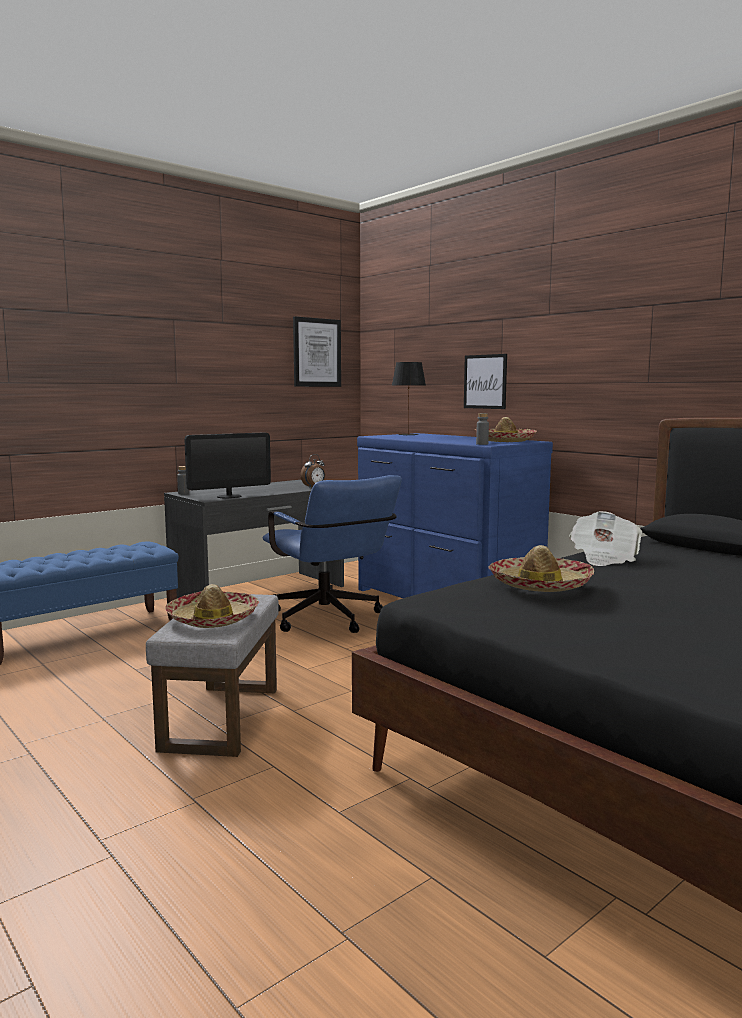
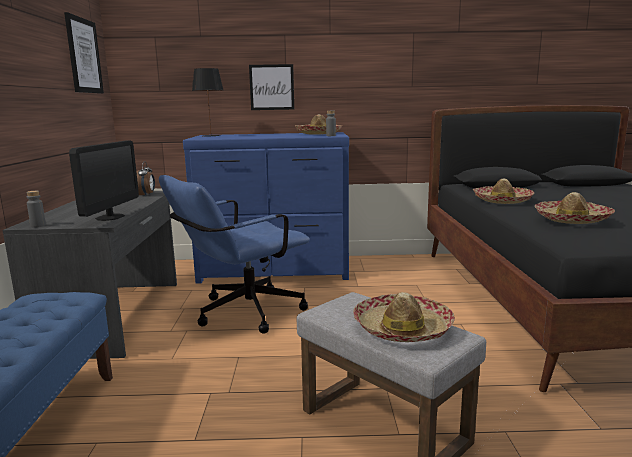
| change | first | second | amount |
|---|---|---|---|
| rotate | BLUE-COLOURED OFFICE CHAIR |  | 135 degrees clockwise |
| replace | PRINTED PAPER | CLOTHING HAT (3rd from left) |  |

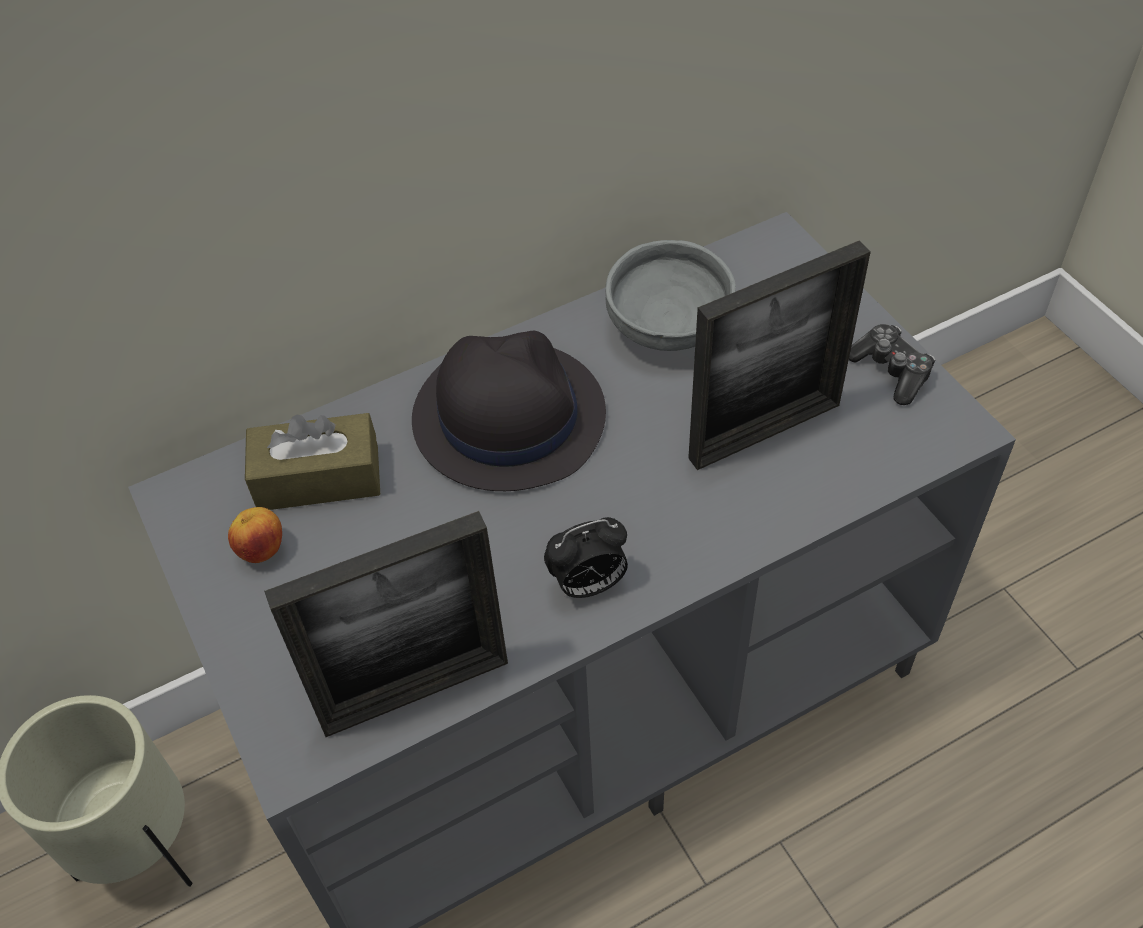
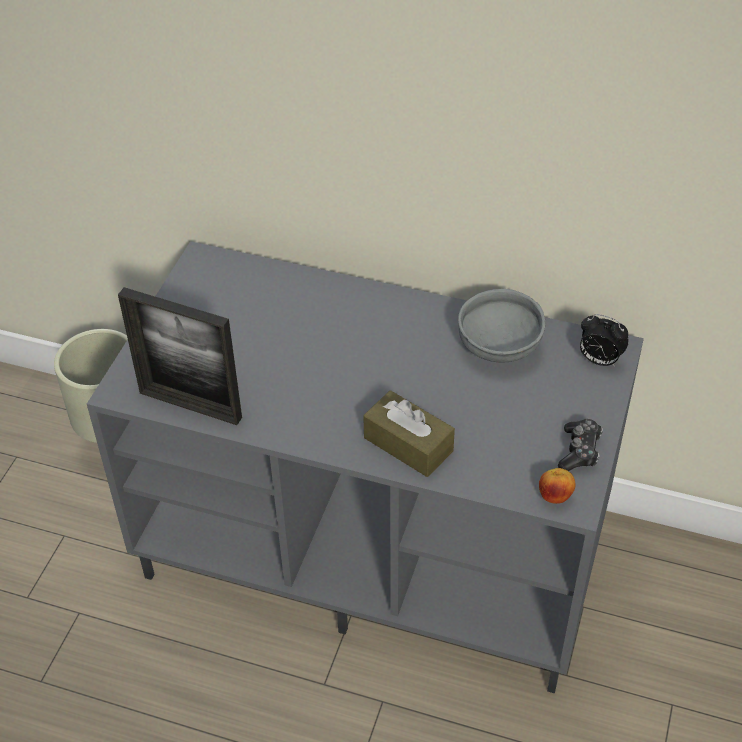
| change | first | second | amount |
|---|---|---|---|
| move | WHOLE APPLE |  |  |
| move | BROWN BOX OF TISSUES |  |  |
| delete | BLACKISH CLOTHING HAT |  |  |
| move | ALARM CLOCK |  |  |
| delete | STANDING FRAME (2nd from left) |  |  |

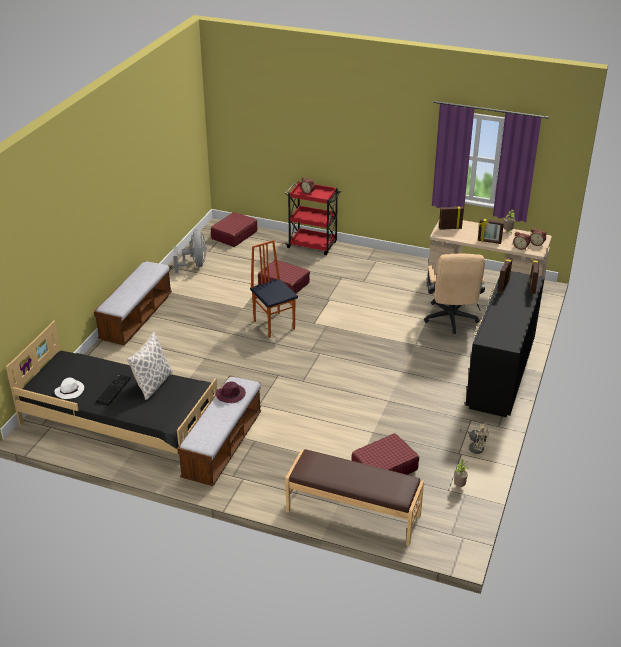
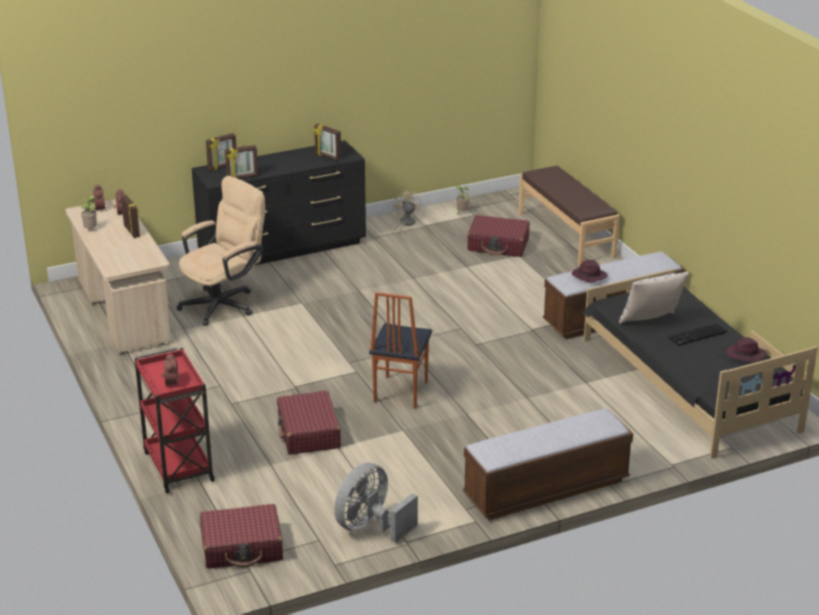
| change | first | second | amount |
|---|---|---|---|
| recolor | WHITE CLOTHING HAT | PURPLE CLOTHING HAT (2nd from left) |  |
| move | STANDING FRAME (1st from left in the first image) | STANDING FRAME (4th from left) |  |

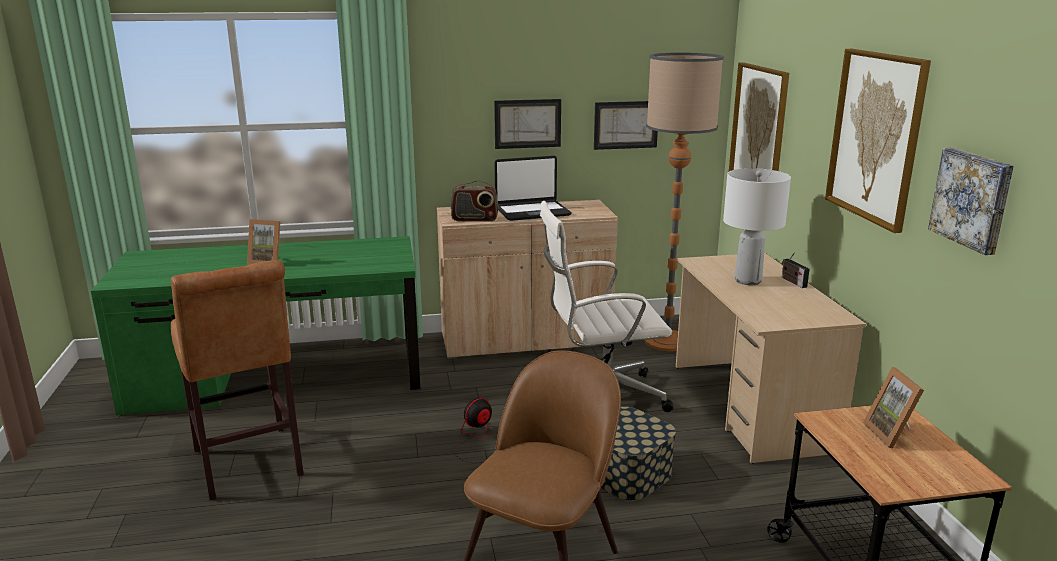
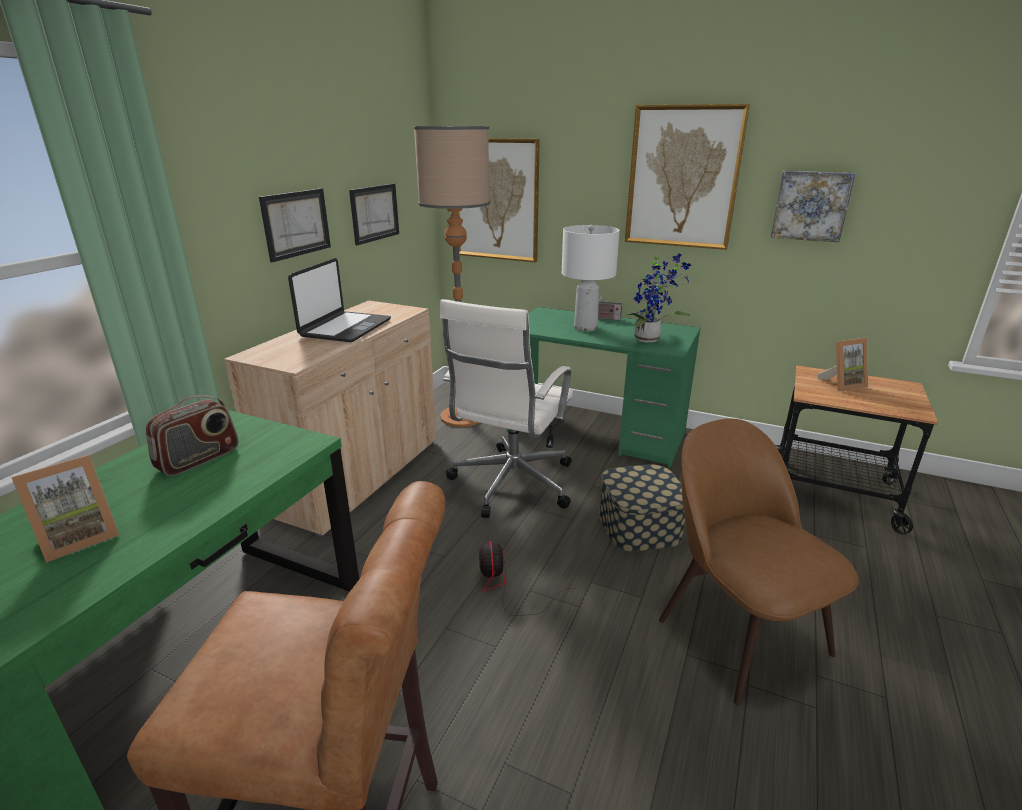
| change | first | second | amount |
|---|---|---|---|
| move | RADIO (1st from left) |  |  |
| recolor | BEIGE-COLOURED DESK TABLE | GREENISH DESK TABLE (2nd from left) |  |
| rotate | STANDING FRAME (2nd from left) |  | 45 degrees counterclockwise |
| insert |  | HOUSEPLANT |  |

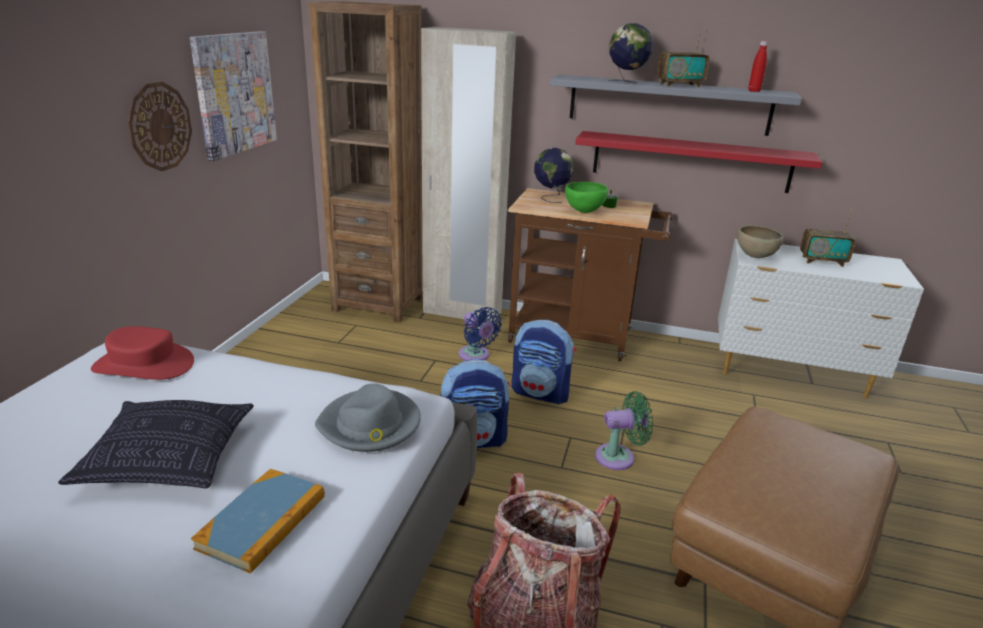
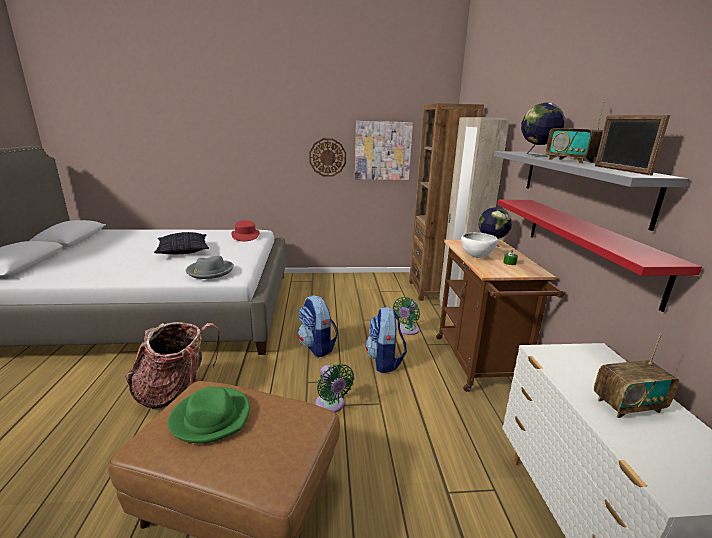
| change | first | second | amount |
|---|---|---|---|
| delete | BOUND BOOK |  |  |
| recolor | BLUE-COLOURED FAN | GREENISH FAN (2nd from left) |  |
| recolor | GREENISH SERVING BOWL | WHITE SERVING BOWL |  |
| delete | BROWN SERVING BOWL |  |  |
| replace | RED BOTTLE | STANDING FRAME |  |
| rotate | RADIO (2nd from left) |  | 90 degrees counterclockwise |
| insert |  | GREENISH CLOTHING HAT |  |

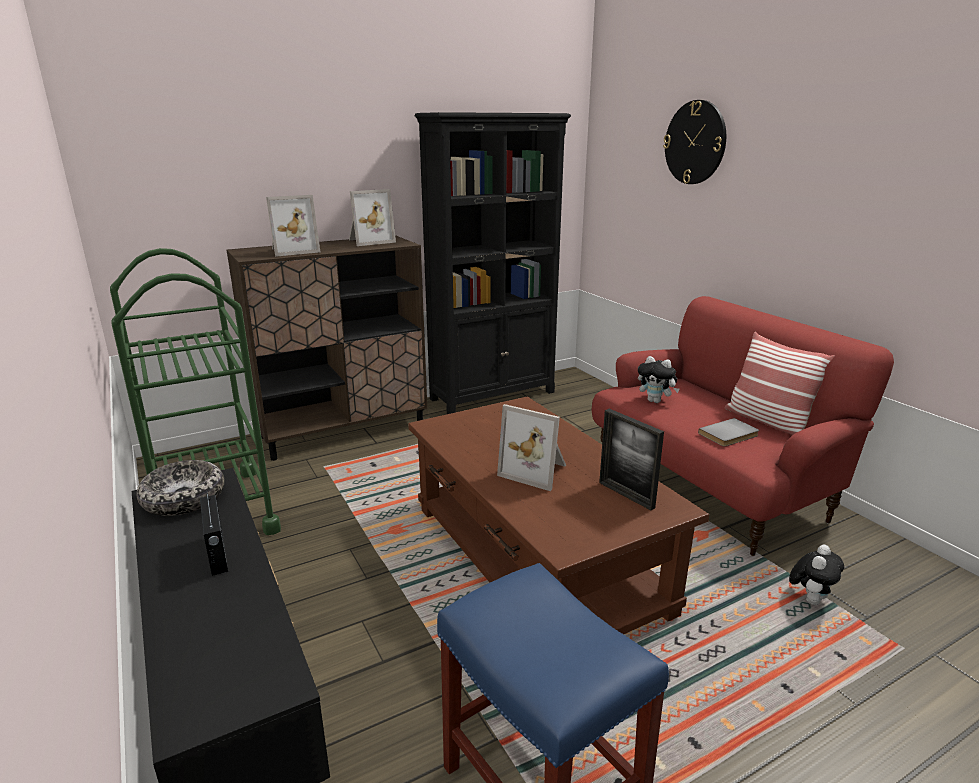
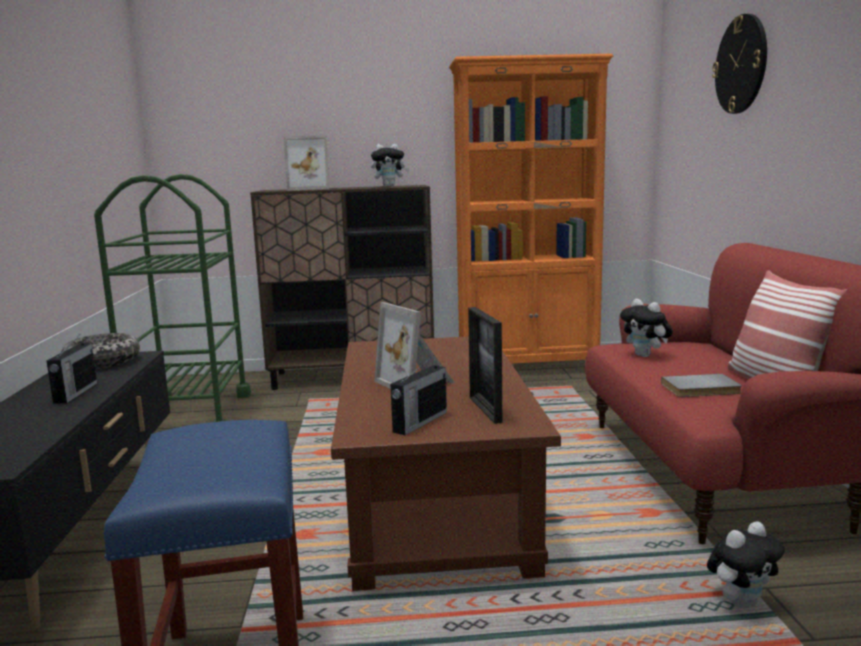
| change | first | second | amount |
|---|---|---|---|
| replace | STANDING FRAME (2nd from left) | PLUSH TOY (1st from left) |  |
| recolor | BLACKISH BOOKCASE | ORANGEY BOOKCASE |  |
| insert |  | RADIO (2nd from left) |  |

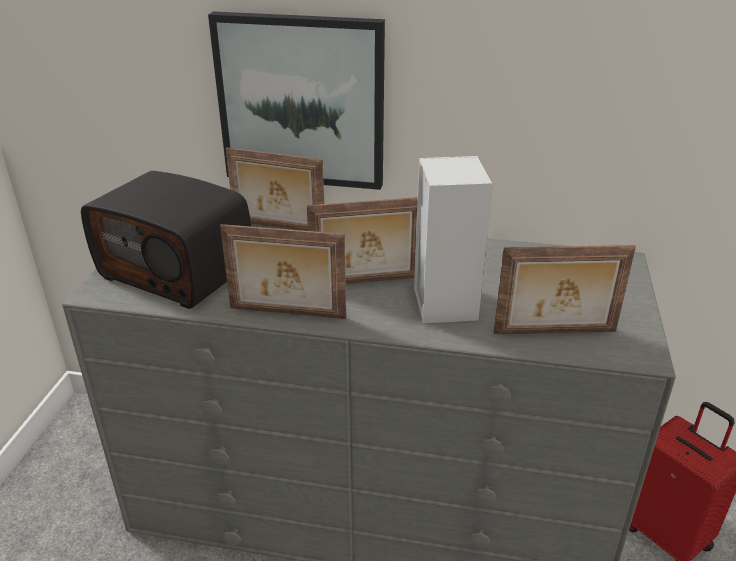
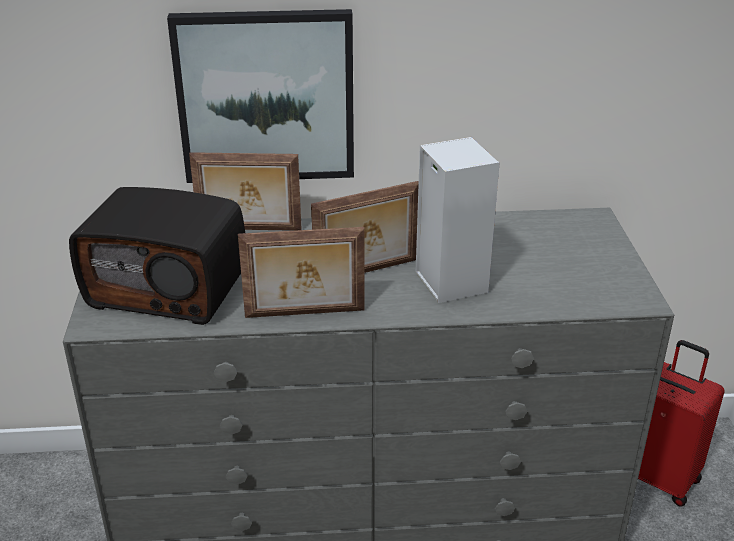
| change | first | second | amount |
|---|---|---|---|
| delete | STANDING FRAME (4th from left) |  |  |

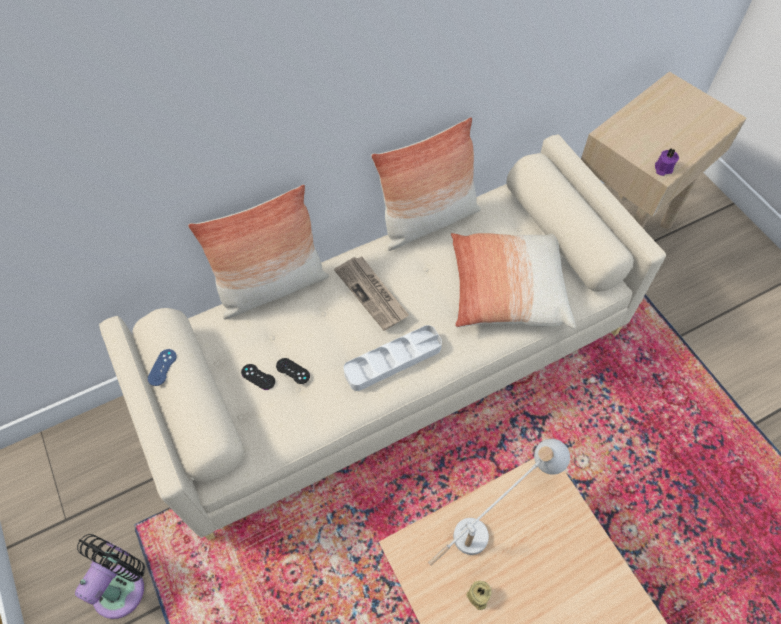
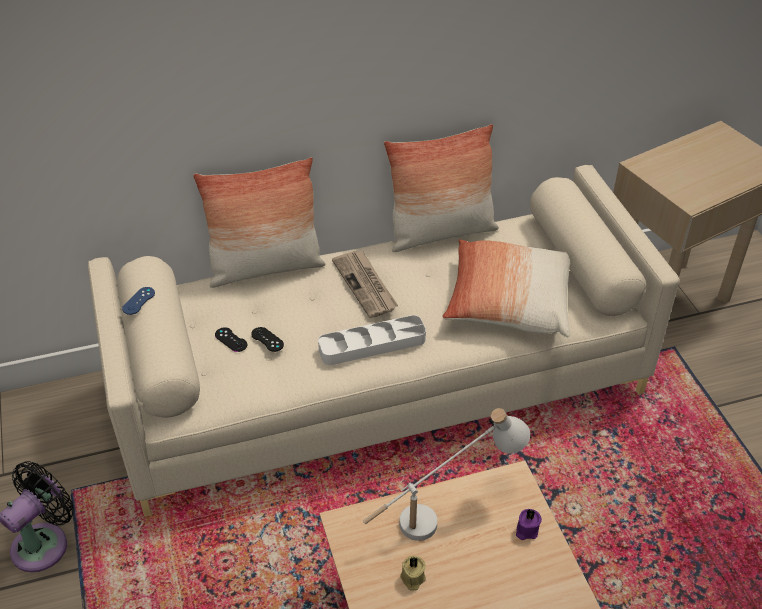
| change | first | second | amount |
|---|---|---|---|
| move | PURPLE CANDLE |  |  |

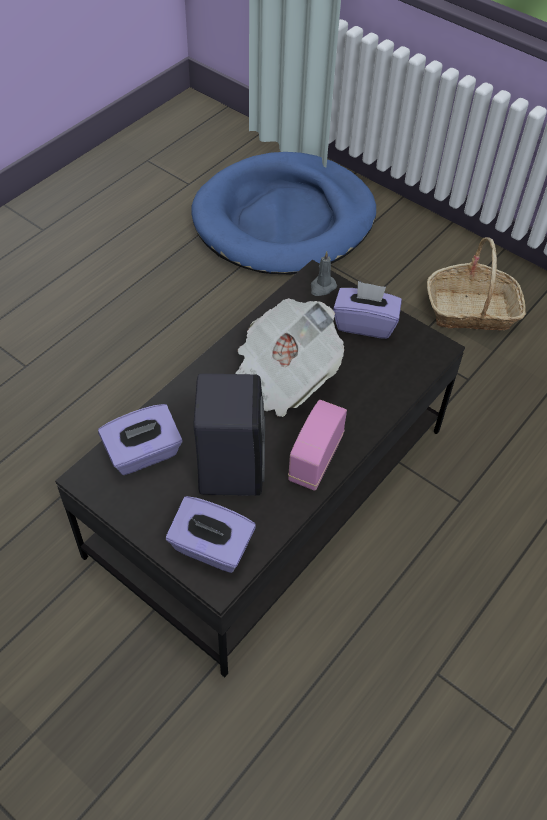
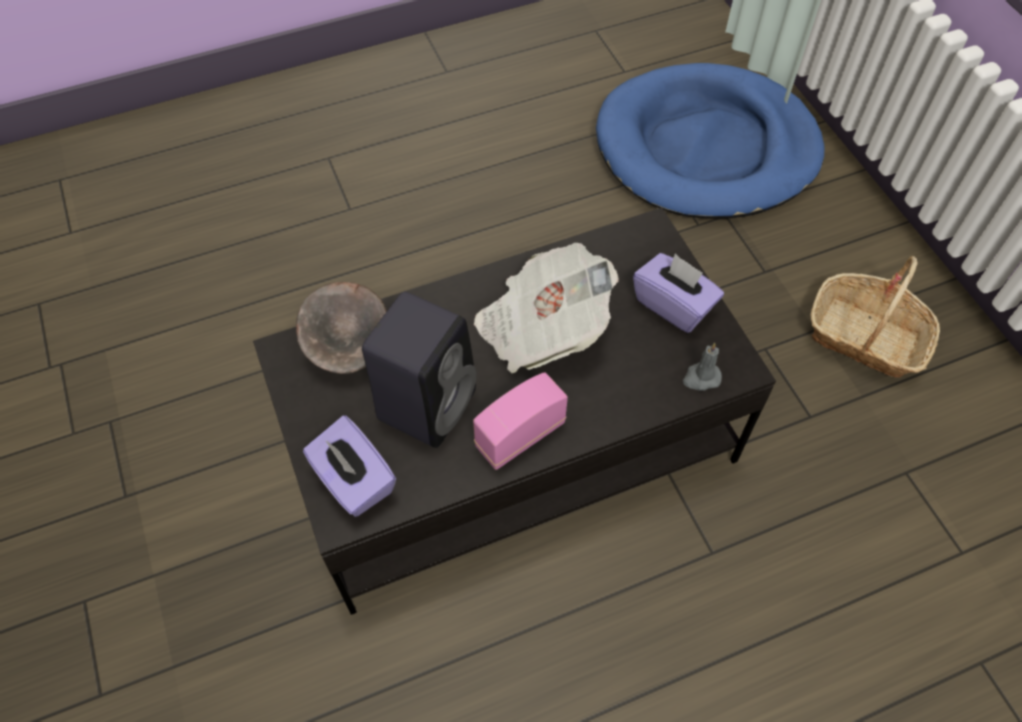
| change | first | second | amount |
|---|---|---|---|
| replace | PURPLE BOX OF TISSUES (1st from left) | GREY SERVING BOWL |  |
| move | GREY CANDLE |  |  |

